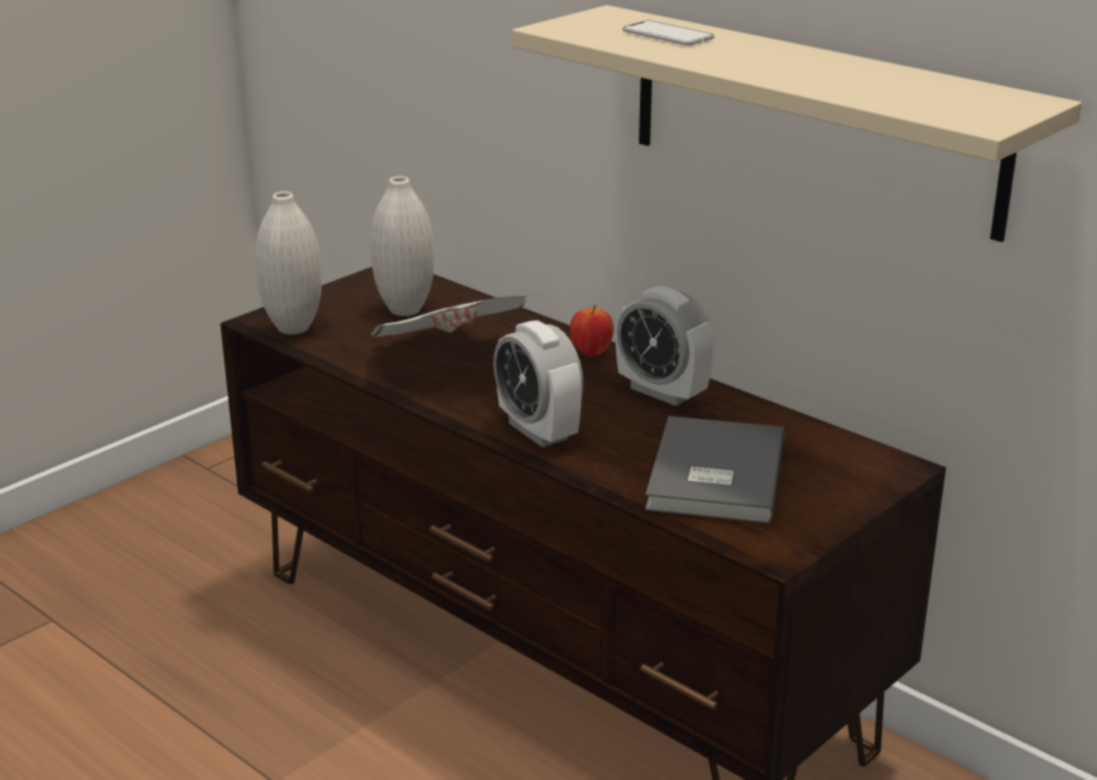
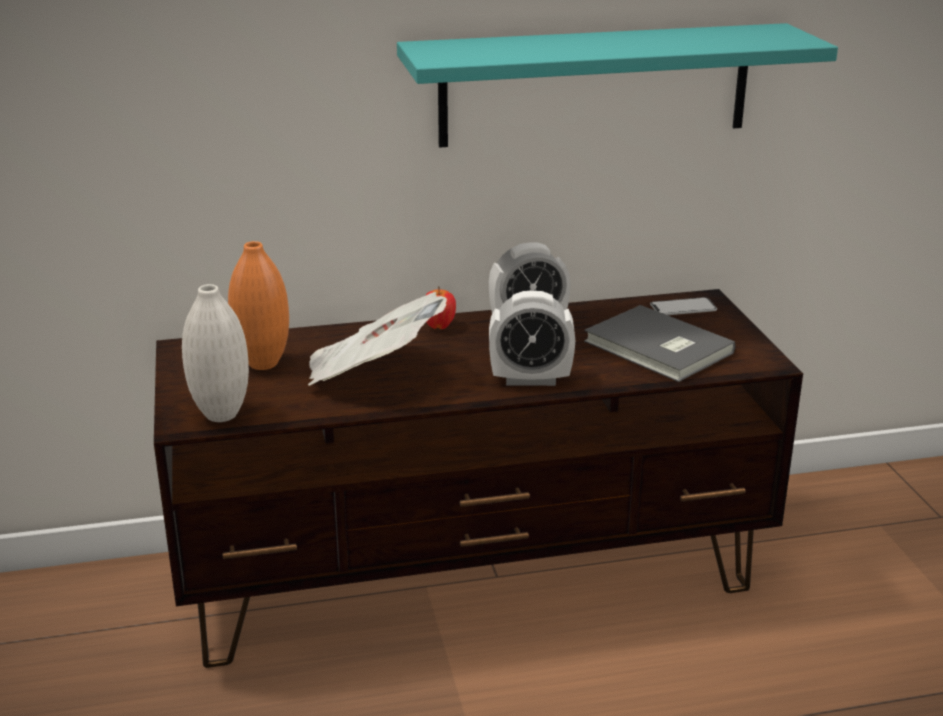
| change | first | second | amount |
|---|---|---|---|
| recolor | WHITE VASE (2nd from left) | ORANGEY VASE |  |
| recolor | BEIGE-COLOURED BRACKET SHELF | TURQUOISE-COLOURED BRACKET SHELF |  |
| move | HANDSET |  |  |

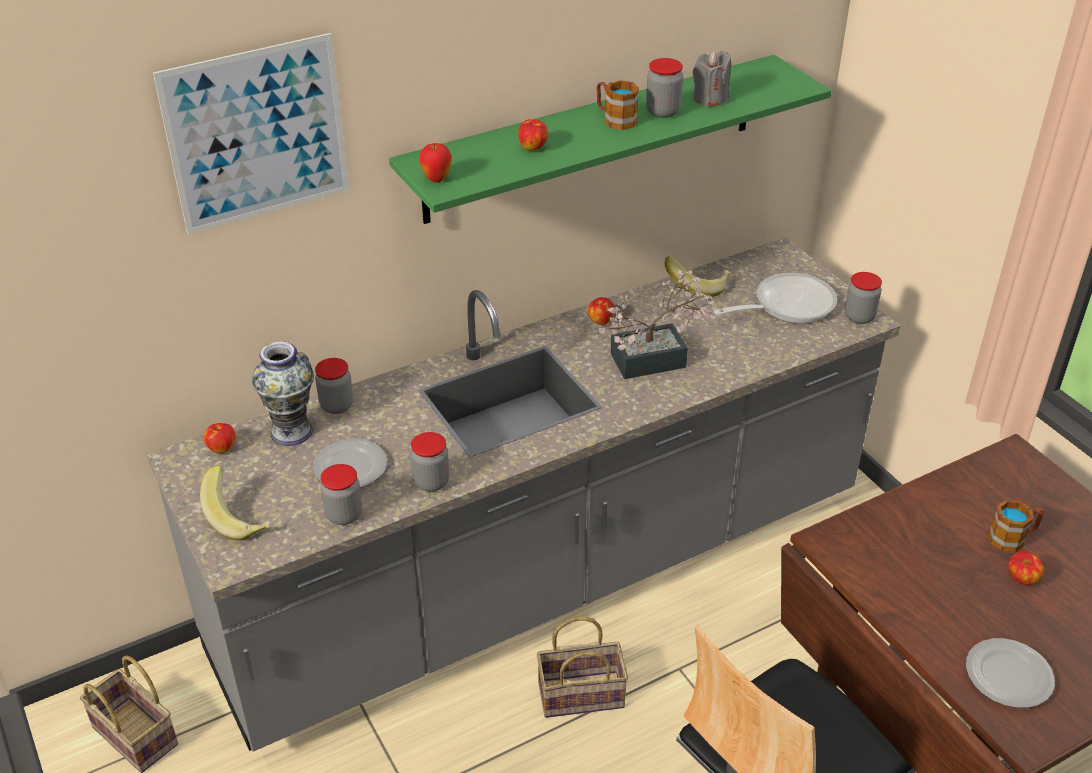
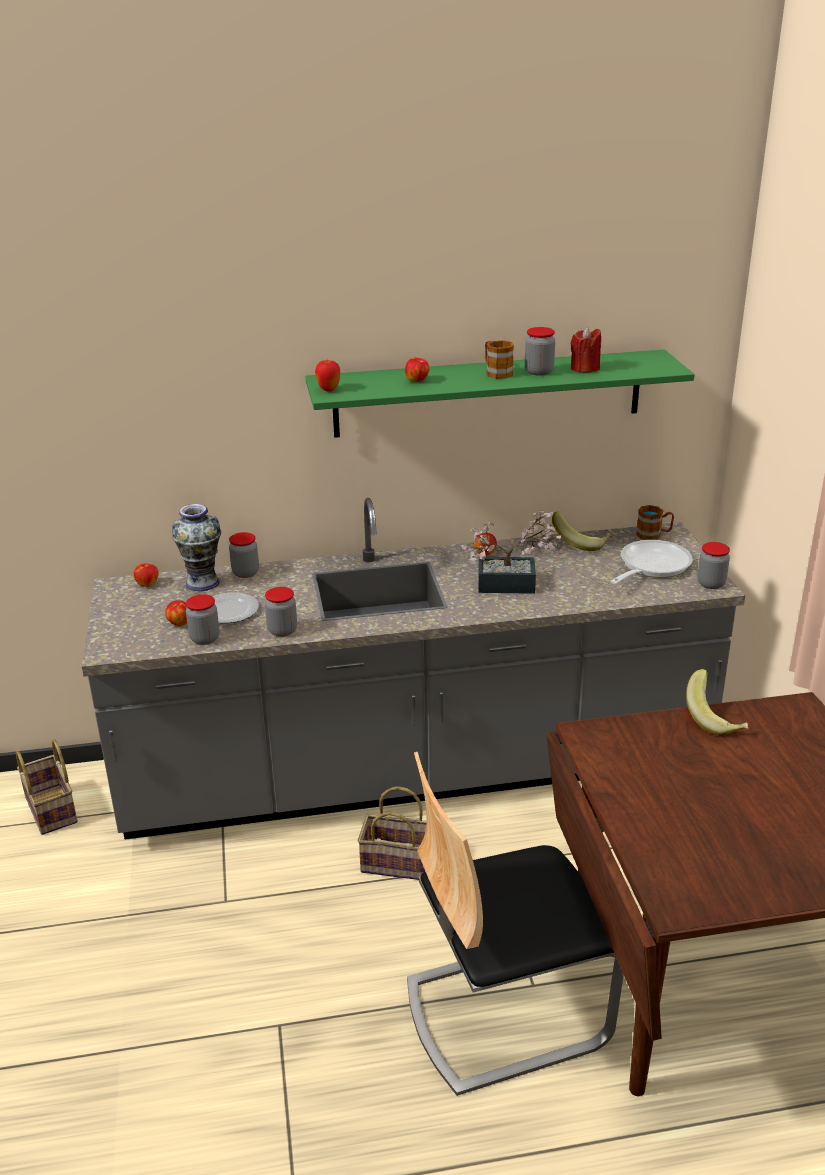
| change | first | second | amount |
|---|---|---|---|
| delete | WALL ART |  |  |
| move | WHOLE BANANA (1st from left in the first image) | WHOLE BANANA (2nd from left) |  |
| recolor | GREY CANDLE | RED CANDLE |  |
| rotate | FRYING PAN |  | 45 degrees counterclockwise |
| delete | FLAT DISH (2nd from left) |  |  |
| move | COFFEE MUG (2nd from left) |  |  |
| move | WHOLE APPLE (5th from left in the first image) | WHOLE APPLE (2nd from left) |  |

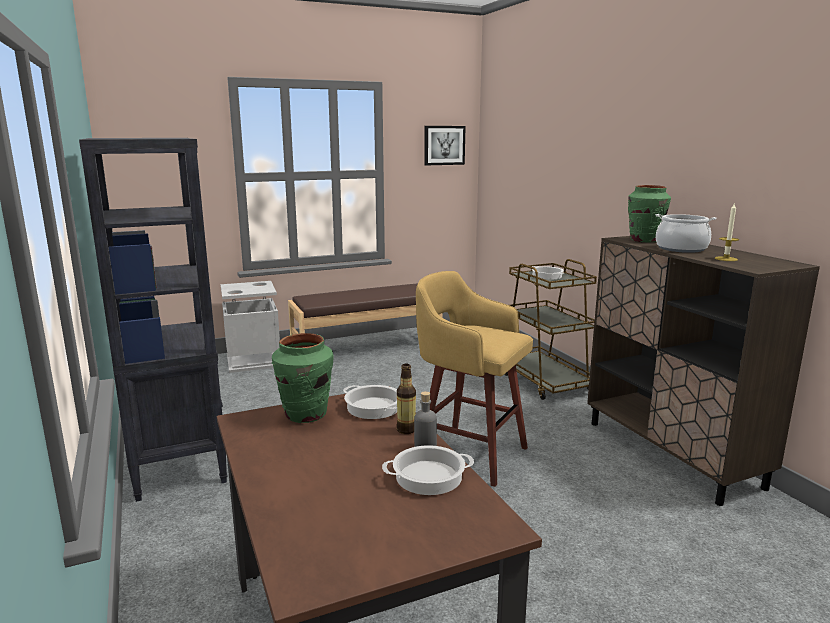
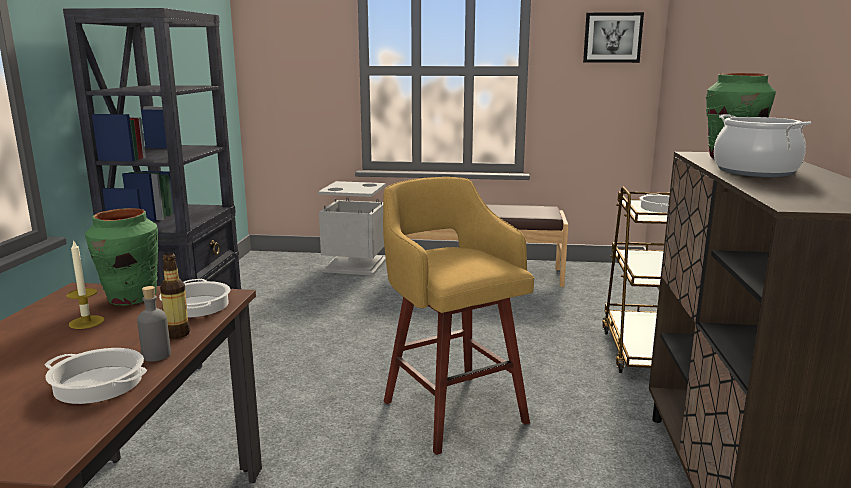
| change | first | second | amount |
|---|---|---|---|
| move | CANDLE |  |  |

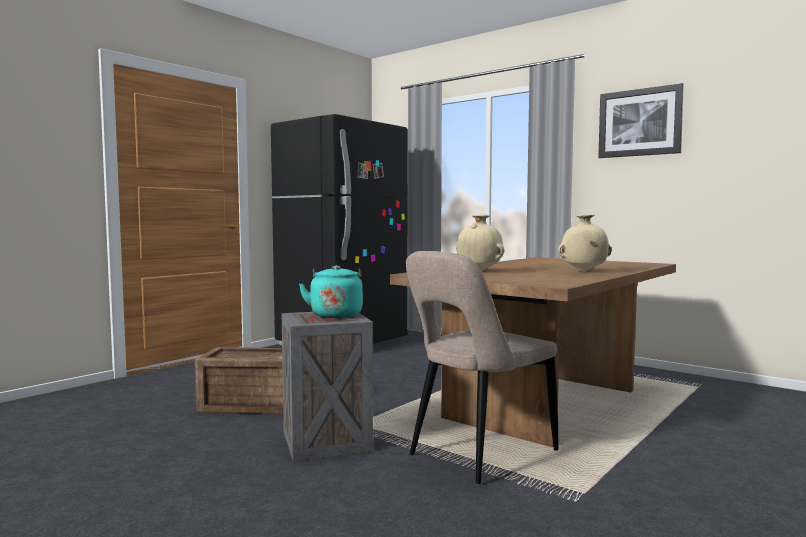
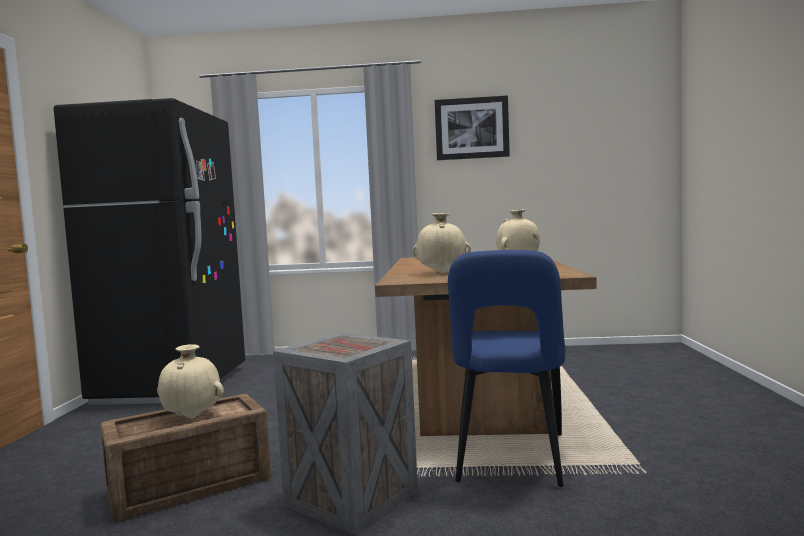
| change | first | second | amount |
|---|---|---|---|
| delete | TURQUOISE-COLOURED KETTLE |  |  |
| recolor | BEIGE-COLOURED UPRIGHT CHAIR | BLUE-COLOURED UPRIGHT CHAIR |  |
| insert |  | BEIGE-COLOURED VASE (1st from left) |  |

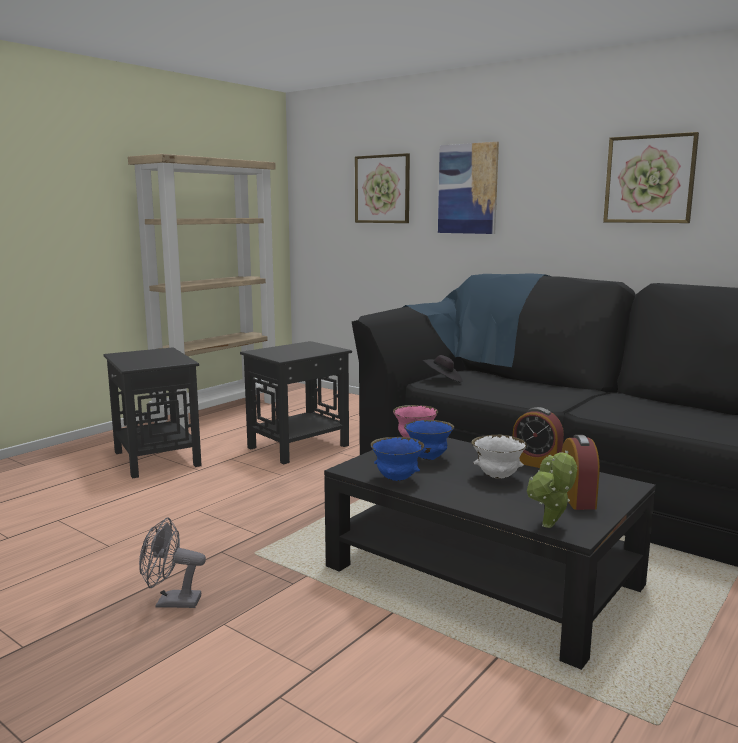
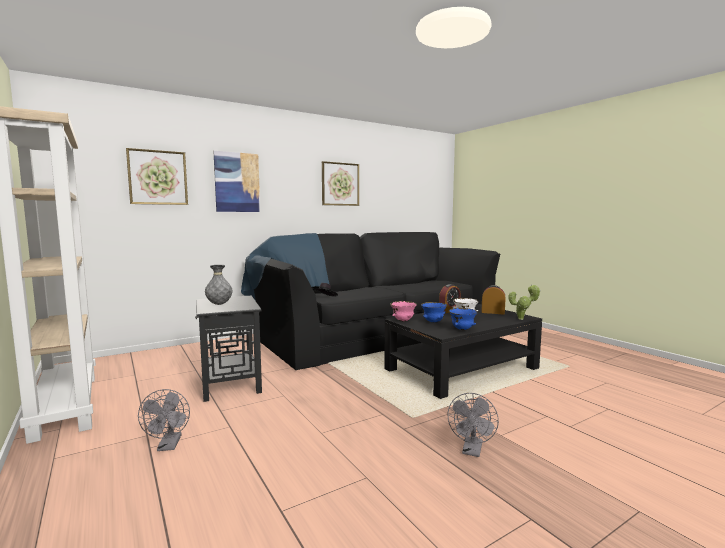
| change | first | second | amount |
|---|---|---|---|
| replace | BLACKISH END TABLE (1st from left) | GREY FAN (1st from left) |  |
| insert |  | GREY VASE |  |

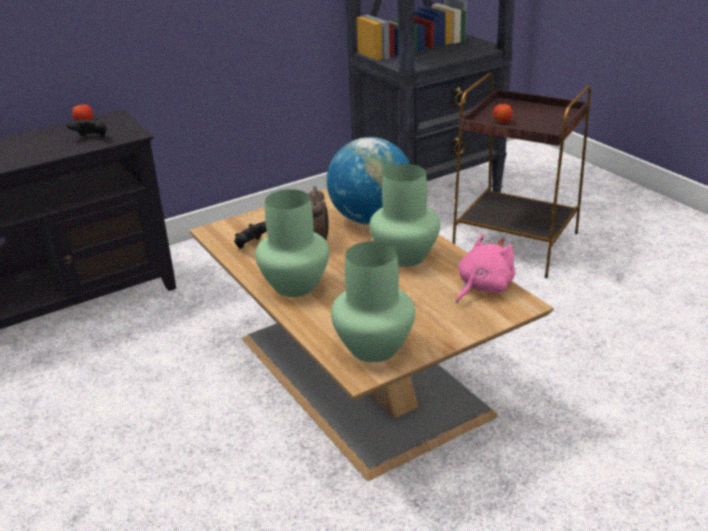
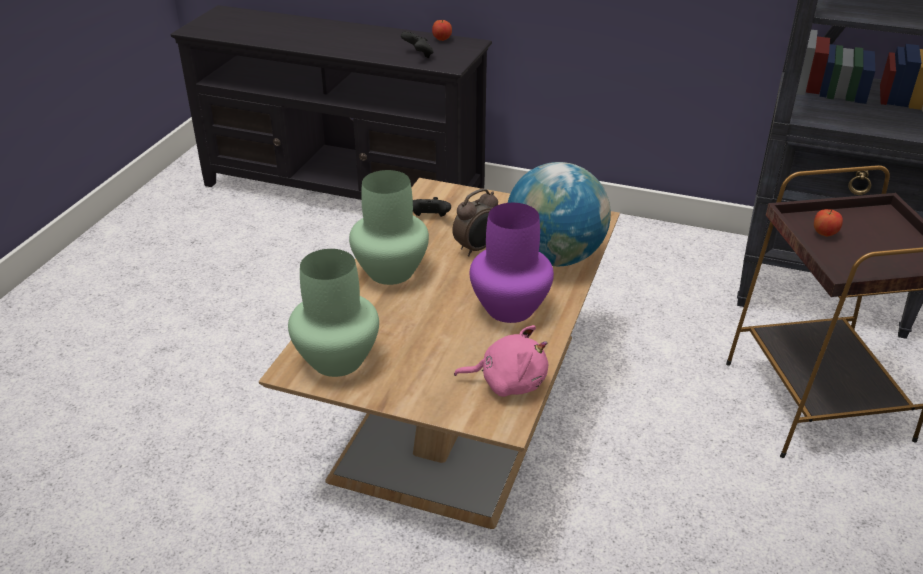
| change | first | second | amount |
|---|---|---|---|
| recolor | GREENISH VASE (3rd from left) | PURPLE VASE |  |

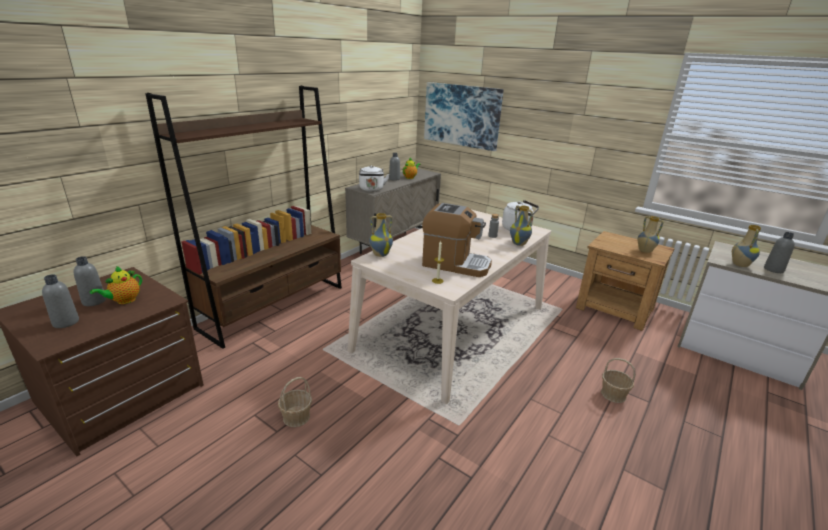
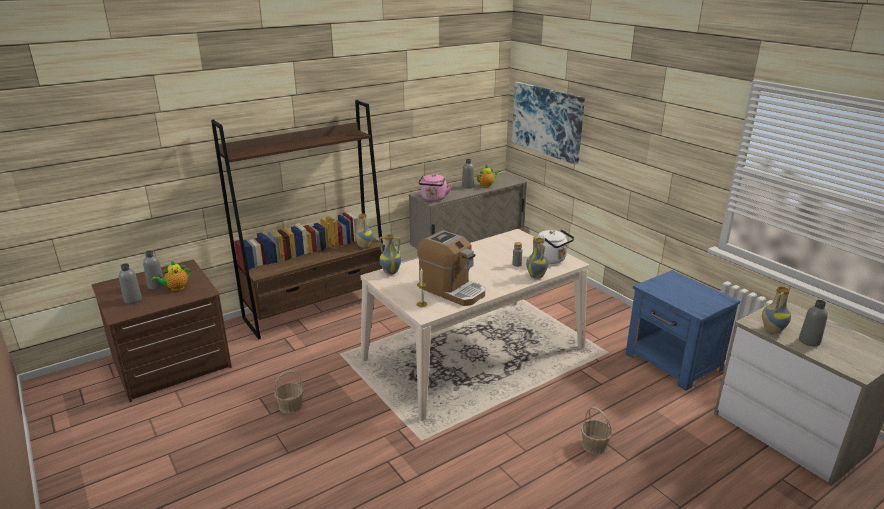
| change | first | second | amount |
|---|---|---|---|
| recolor | WHITE KETTLE (1st from left) | PINK KETTLE |  |
| recolor | BROWN NIGHT TABLE | BLUE-COLOURED NIGHT TABLE |  |
| move | VASE (3rd from left in the first image) | VASE (1st from left) |  |

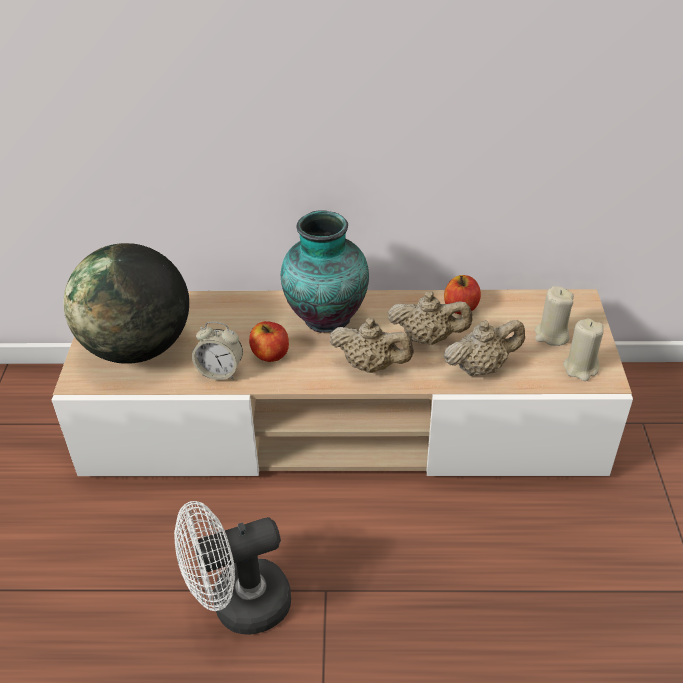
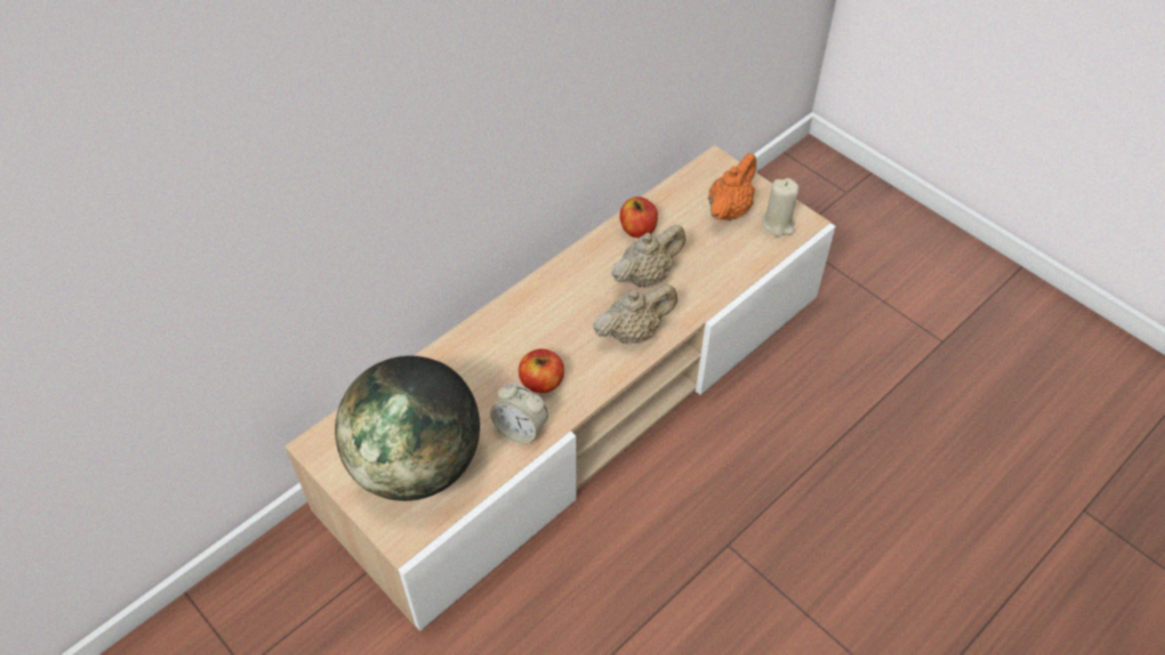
| change | first | second | amount |
|---|---|---|---|
| delete | WHITE FAN |  |  |
| rotate | ALARM CLOCK |  | 60 degrees clockwise |
| delete | VASE |  |  |
| delete | BEIGE-COLOURED TEAPOT (3rd from left) |  |  |
| replace | BEIGE-COLOURED CANDLE (1st from left) | ORANGEY TEAPOT |  |

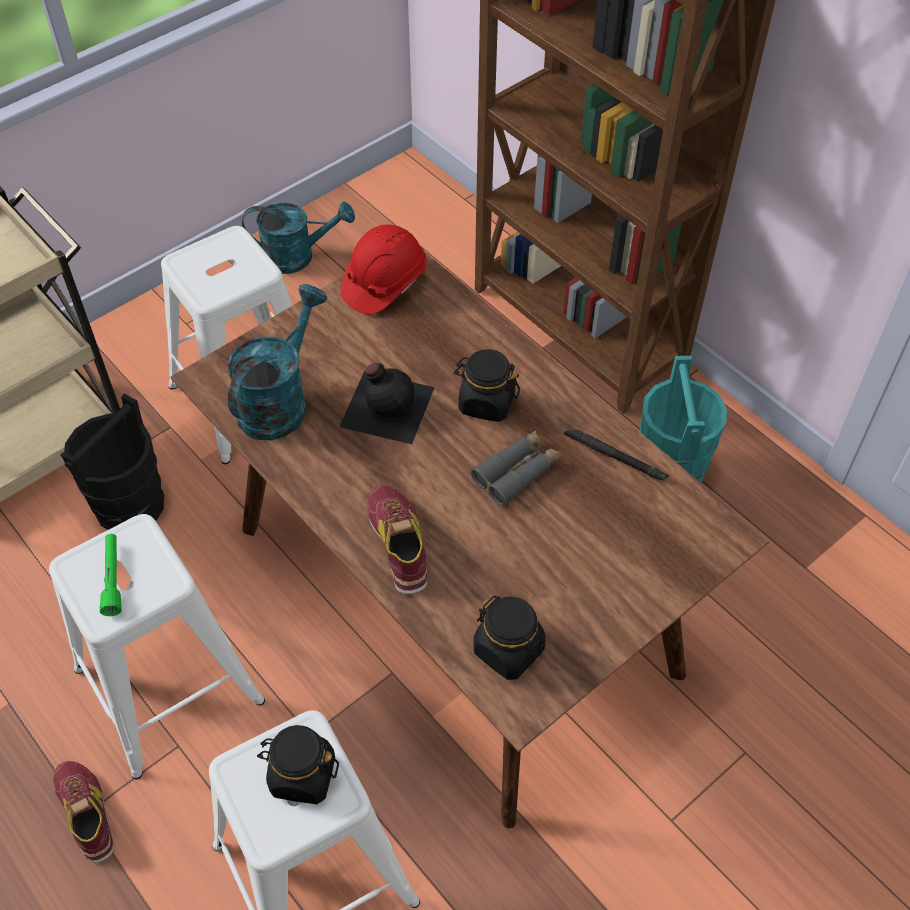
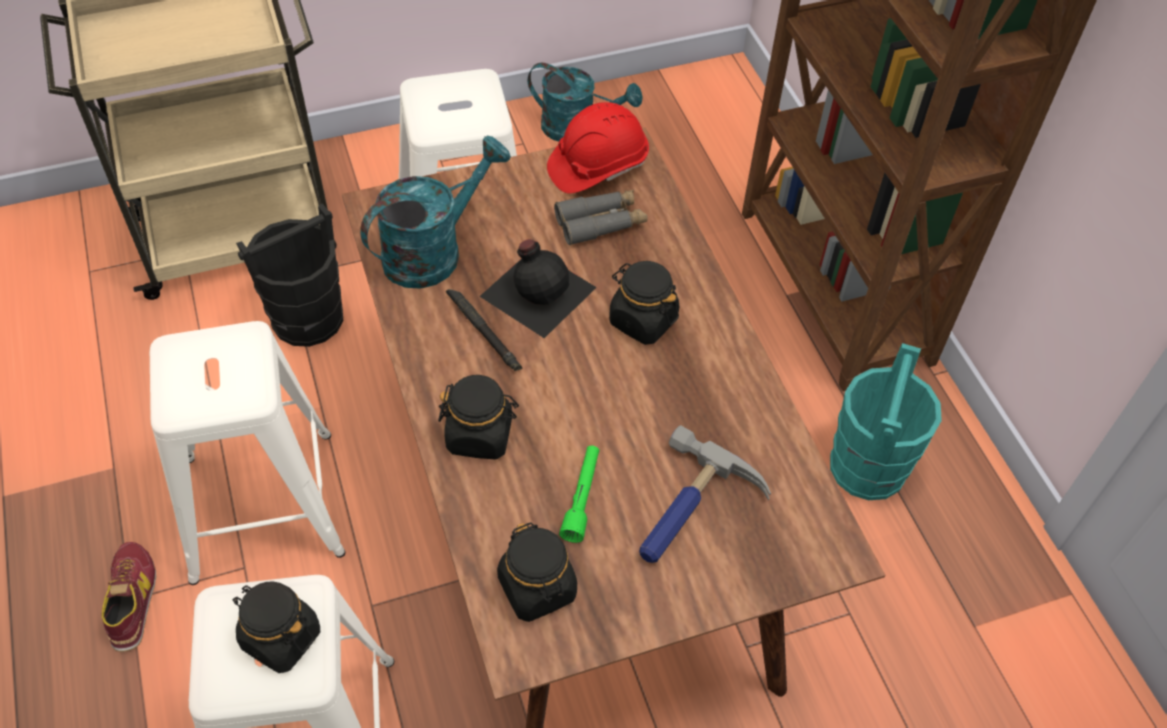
| change | first | second | amount |
|---|---|---|---|
| move | GREENISH TORCH |  |  |
| replace | SHOE (2nd from left) | BLACKISH JAR (2nd from left) |  |
| move | GREY FIELD GLASSES |  |  |
| move | BLACKISH TORCH |  |  |
| insert |  | HAND HAMMER |  |

